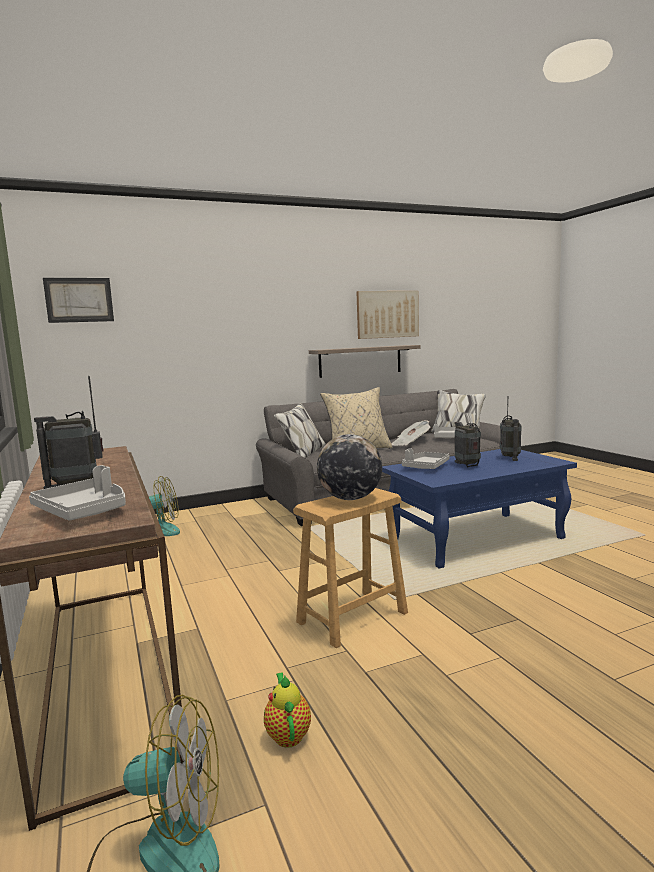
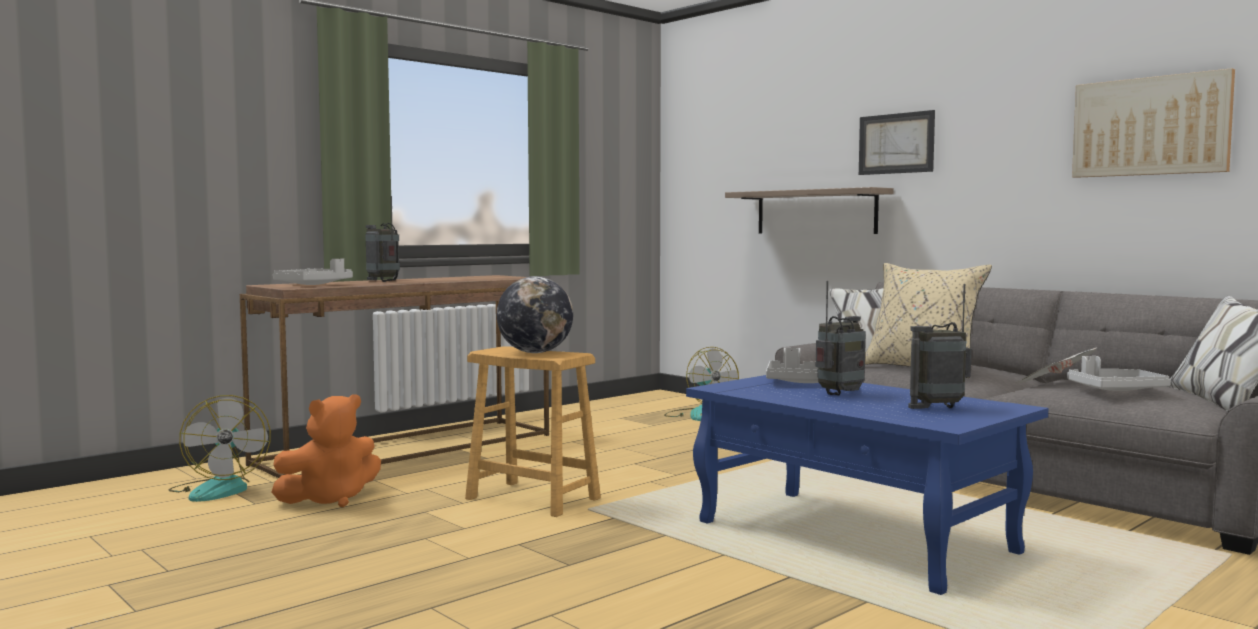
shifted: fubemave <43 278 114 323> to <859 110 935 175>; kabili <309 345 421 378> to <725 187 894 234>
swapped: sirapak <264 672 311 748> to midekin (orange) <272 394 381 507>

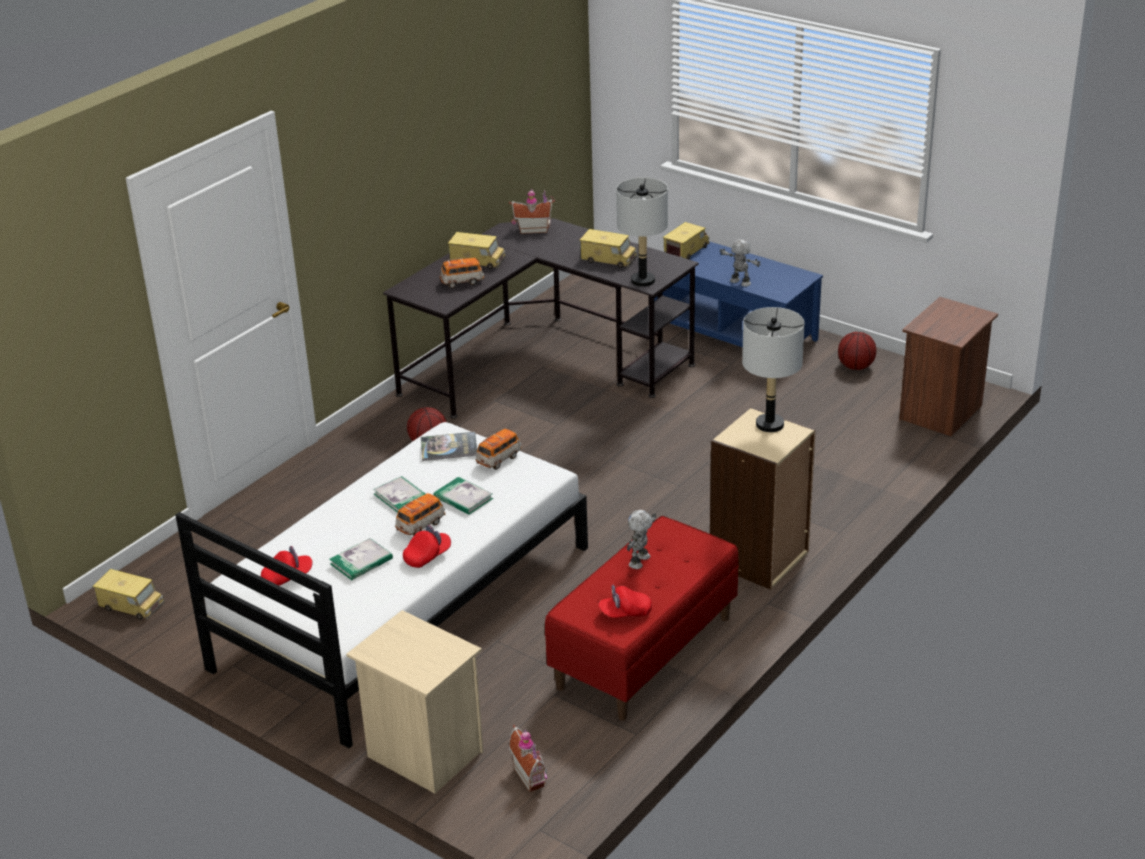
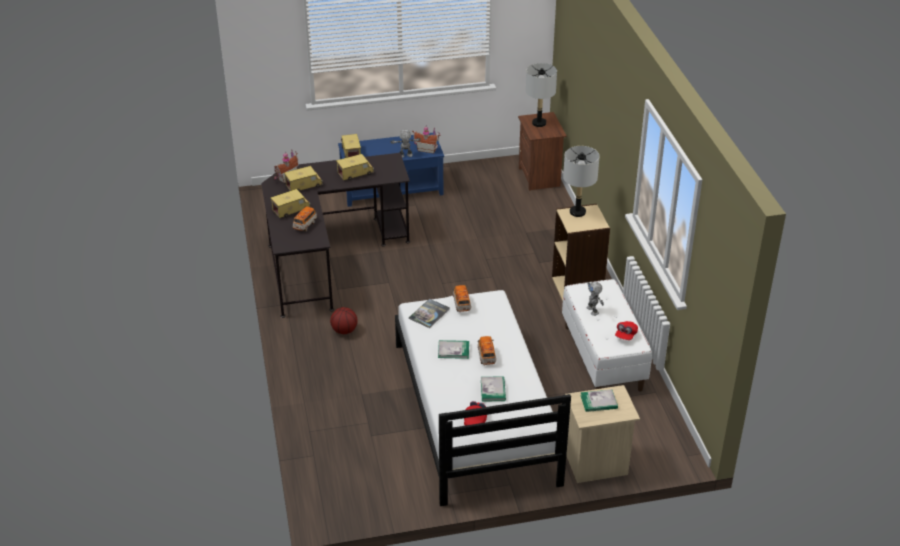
gone: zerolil <838 332 876 370>; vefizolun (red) <403 525 451 568>
shifted: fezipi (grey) <616 178 668 287> to <526 63 557 127>; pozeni <434 477 493 515> to <580 389 618 412>; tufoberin <92 569 165 620> to <284 166 323 192>; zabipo <509 725 547 792> to <412 126 440 153>
repainted: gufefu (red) <545 516 739 721> to gufefu (white) <562 279 652 392>

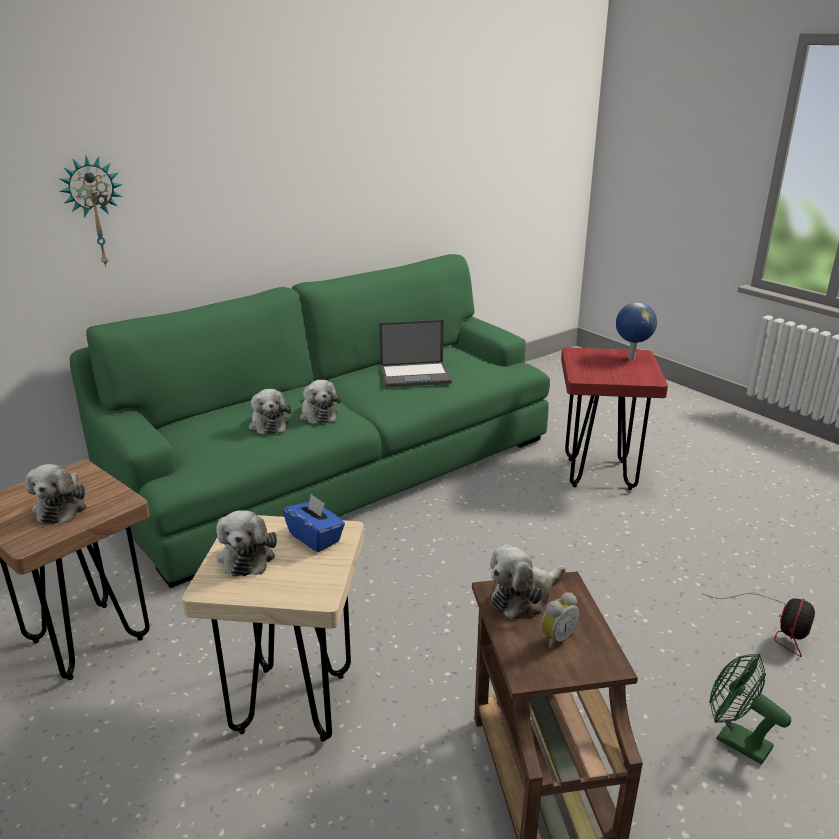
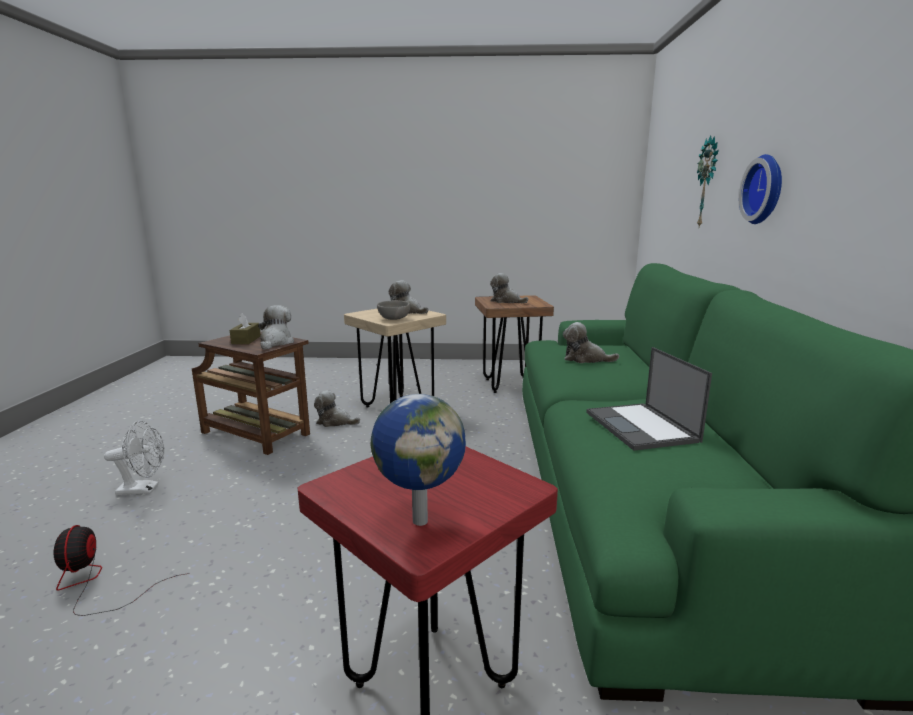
new: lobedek <739 154 782 224>
shifted: midekin <300 380 341 424> to <314 390 360 427>
swapped: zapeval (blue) <283 494 345 552> to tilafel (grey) <377 300 410 320>; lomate <541 592 580 649> to zapeval (brown) <230 313 261 344>
repainted: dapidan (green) <709 653 791 765> to dapidan (white) <104 421 164 495>
rotated: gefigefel <379 320 452 387> = <586 347 712 451> 45 degrees counterclockwise

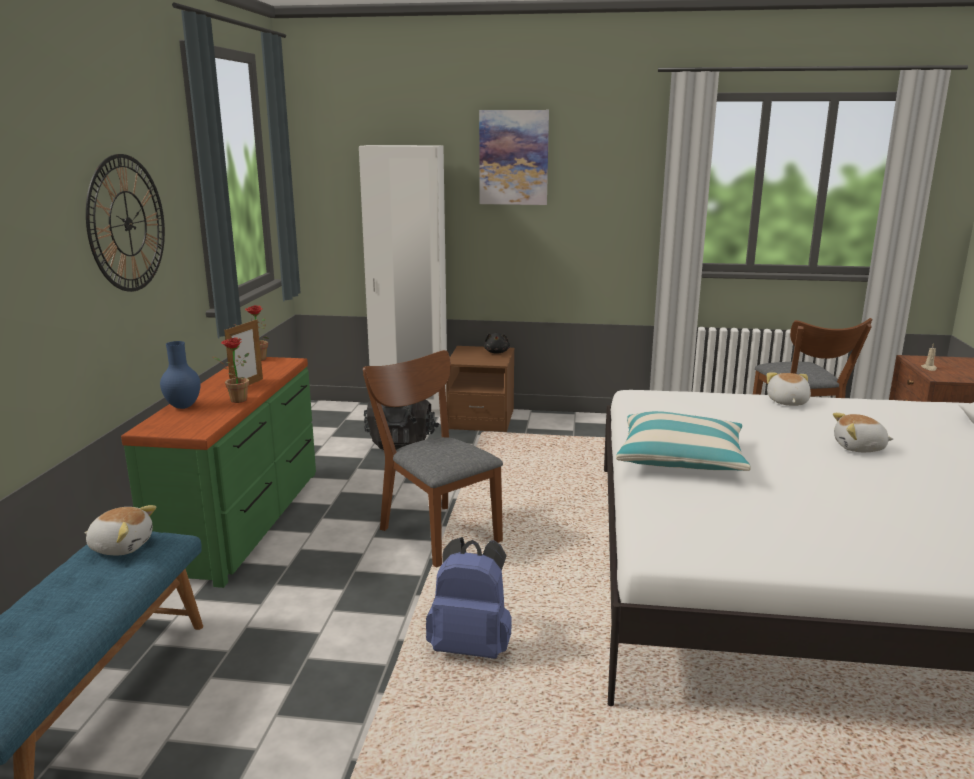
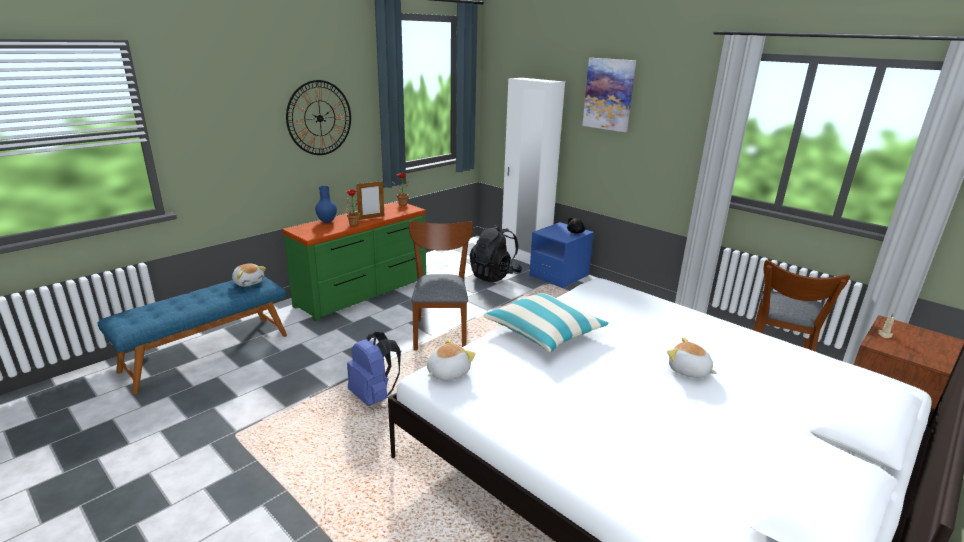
shifted: midekin <767 372 811 406> to <427 339 476 381>
repainted: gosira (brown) <446 346 515 432> to gosira (blue) <529 222 594 288>

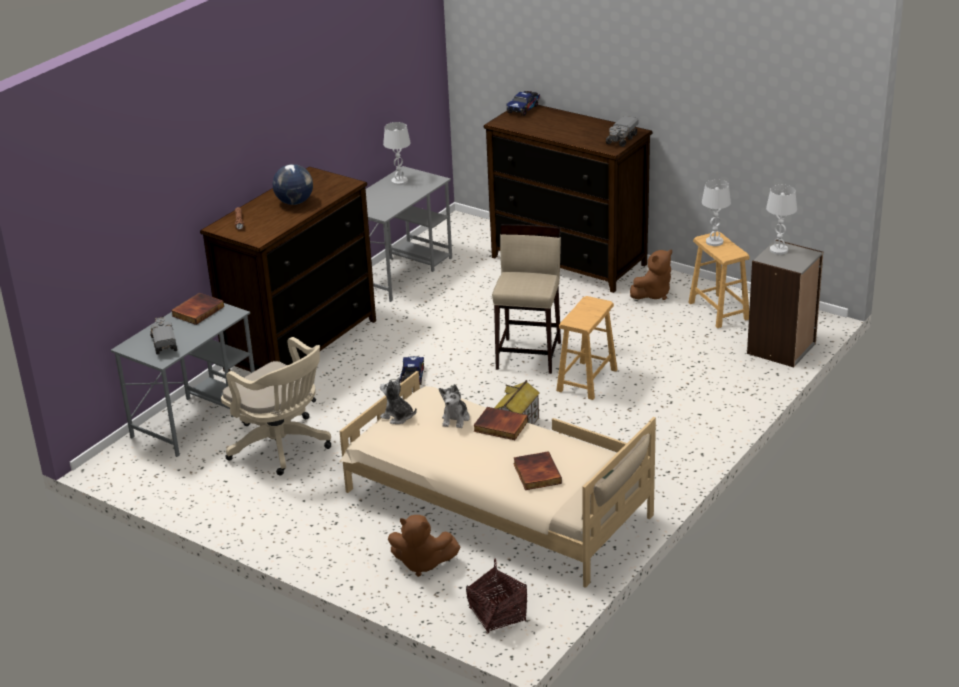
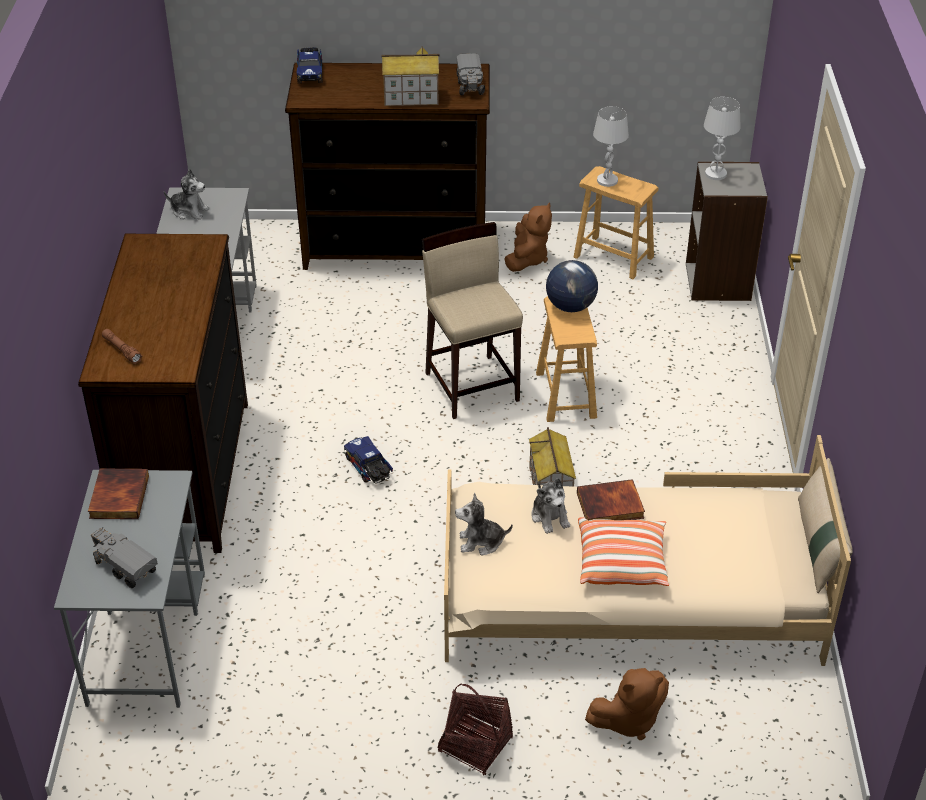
gone: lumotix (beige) <221 337 331 475>; pozeni <513 451 562 490>
new: zabipo <382 46 440 106>; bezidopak <578 517 669 586>
shifted: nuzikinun <273 164 313 205> to <546 260 598 312>; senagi <466 558 527 633> to <438 683 513 776>
swapped: fezipi (white) <383 122 411 185> to midekin <164 169 209 220>

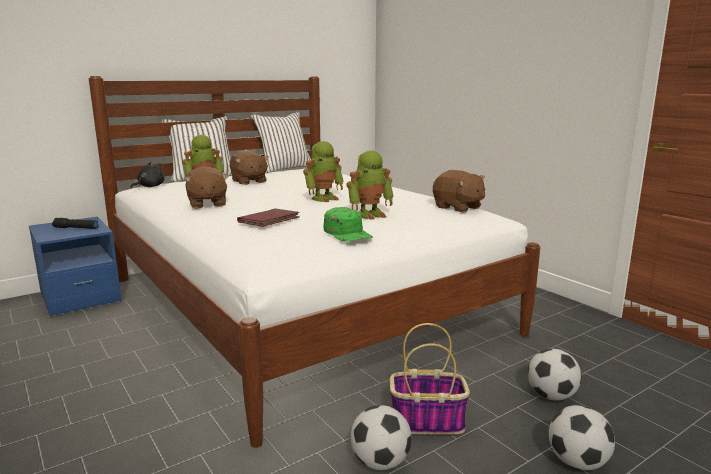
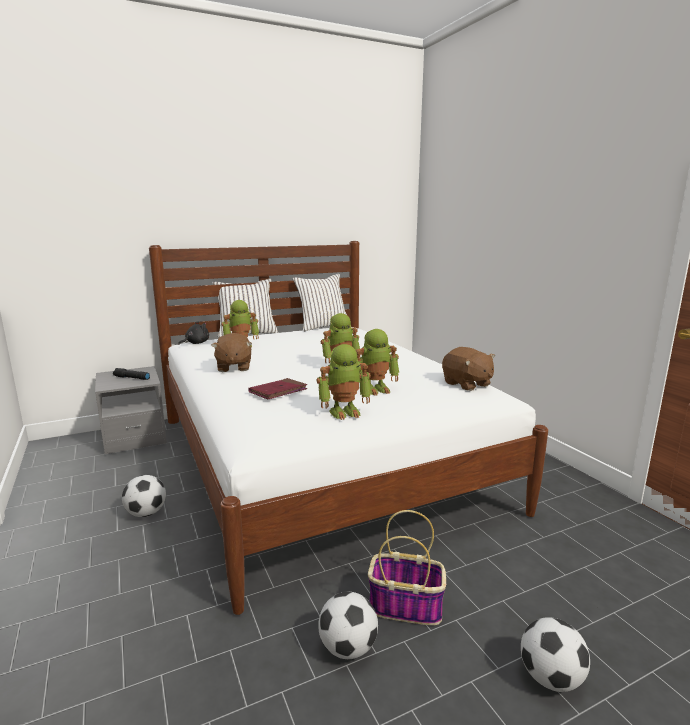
gone: midekin (brown) <230 151 269 185>
shifted: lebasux <528 349 581 401> to <122 475 166 517>
swapped: vefizolun (green) <324 207 373 242> to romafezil <317 344 372 420>
repainted: gosira (blue) <29 217 122 316> to gosira (grey) <95 366 167 454>

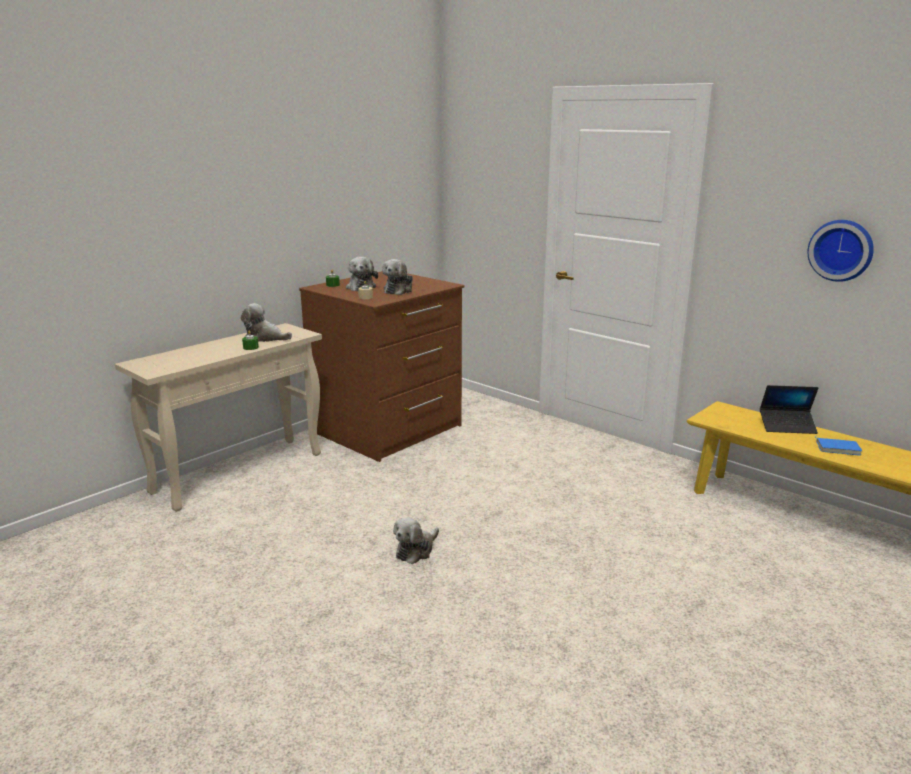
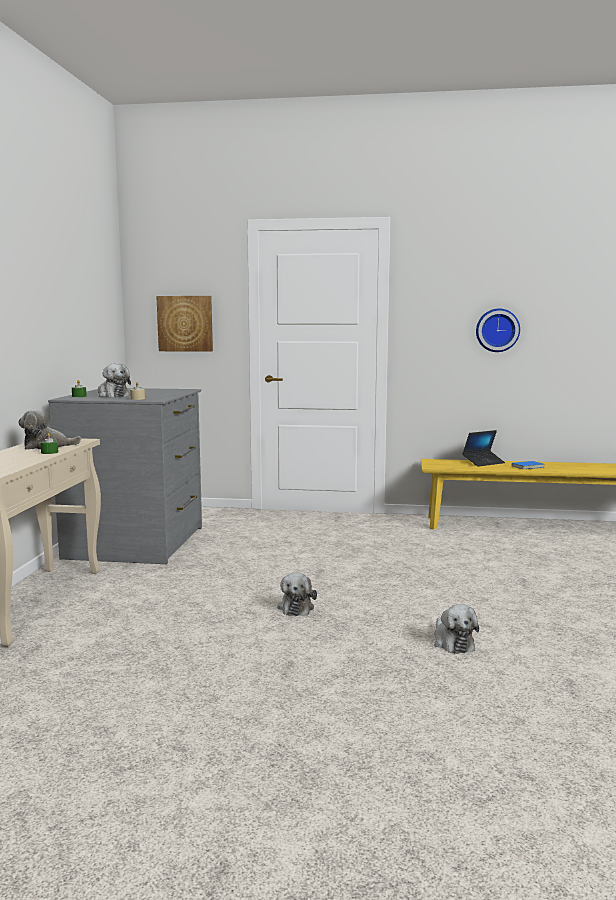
new: fubemave <156 296 213 352>
shifted: midekin <382 259 413 295> to <434 604 479 654>
repainted: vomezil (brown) <299 271 465 462> to vomezil (grey) <48 388 202 564>

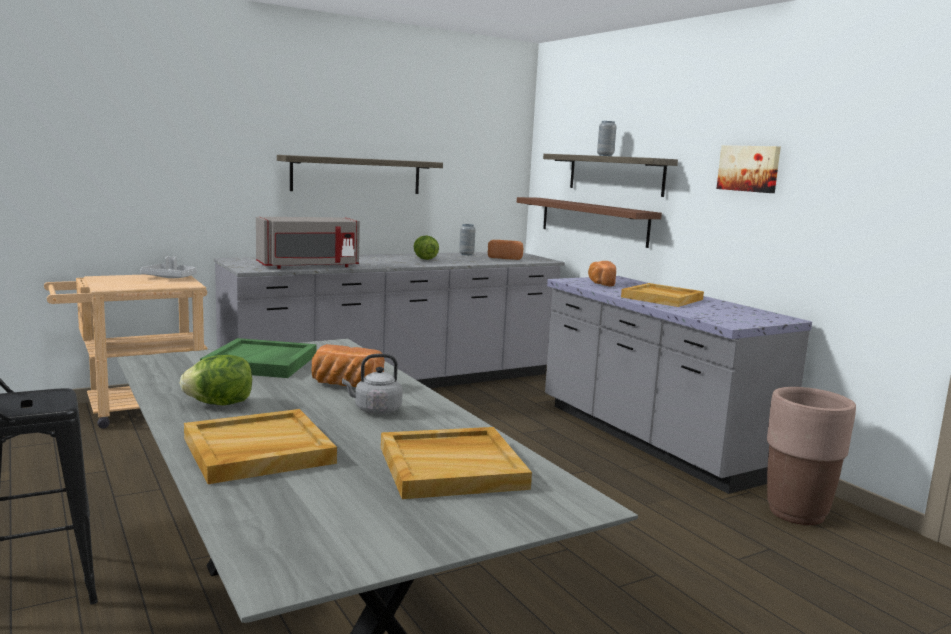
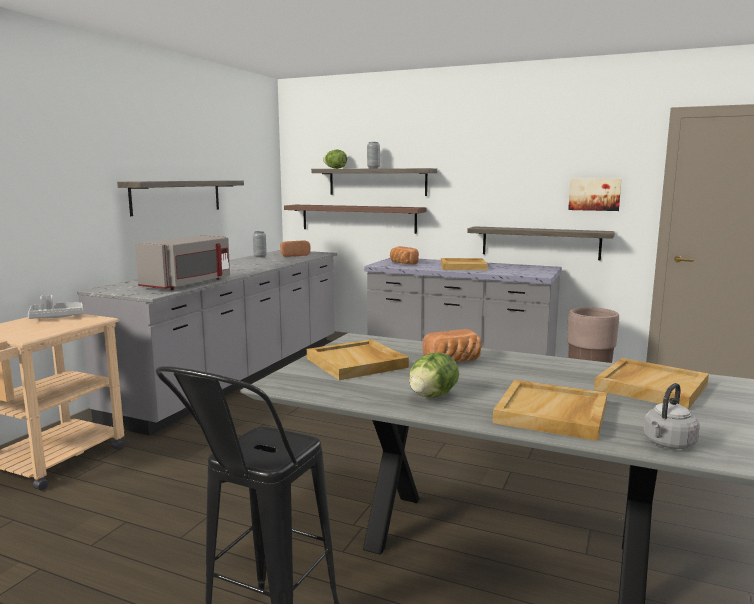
new: kabili <467 226 615 260>
shifted: fubemave <716 145 781 193> to <568 179 622 211>; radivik <413 235 439 260> to <323 150 347 169>; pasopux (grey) <342 354 403 414> to <644 383 700 449>
repainted: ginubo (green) <200 338 316 378> to ginubo (beige) <307 339 409 380>

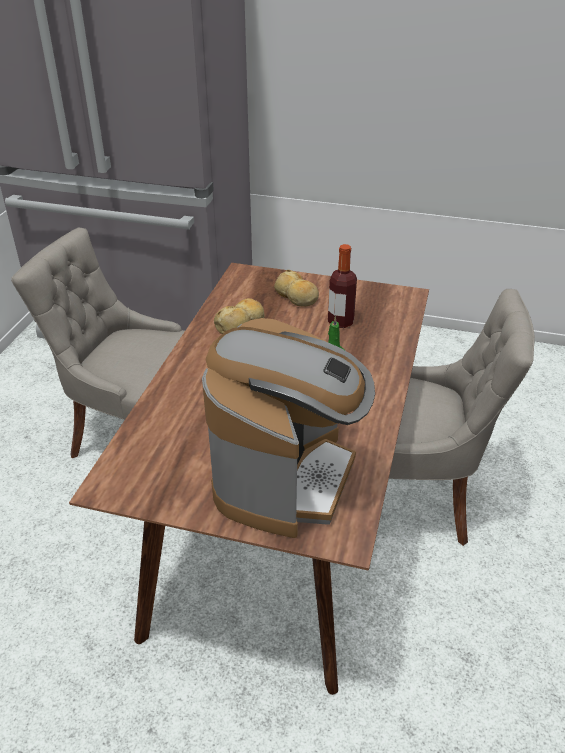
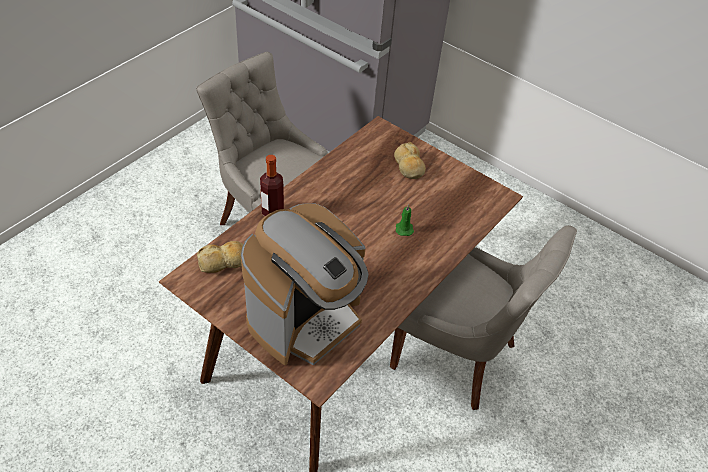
shifted: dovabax <328 244 357 328> to <260 155 284 216>; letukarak <214 298 265 334> to <197 241 243 273>

